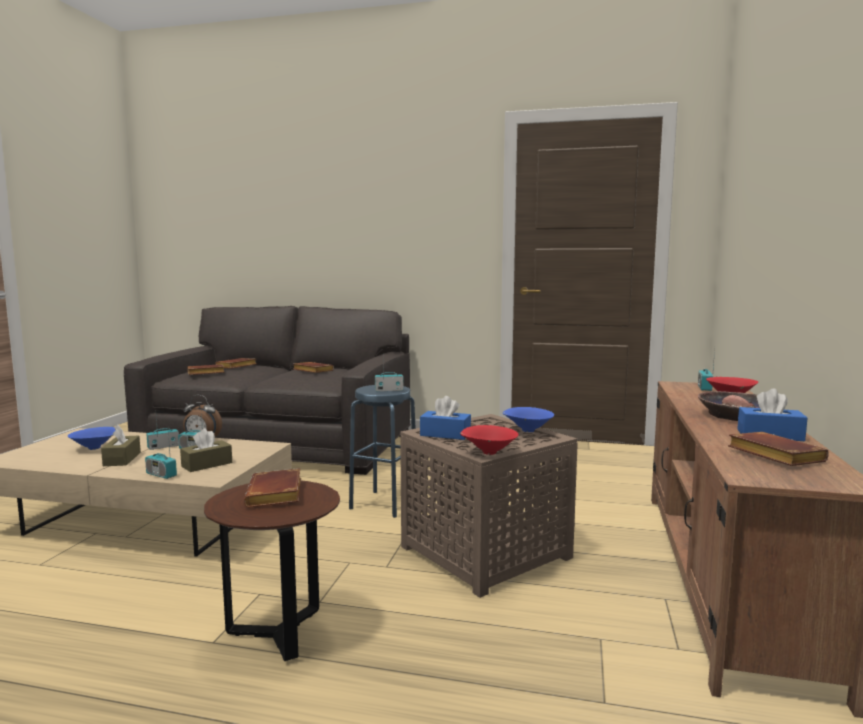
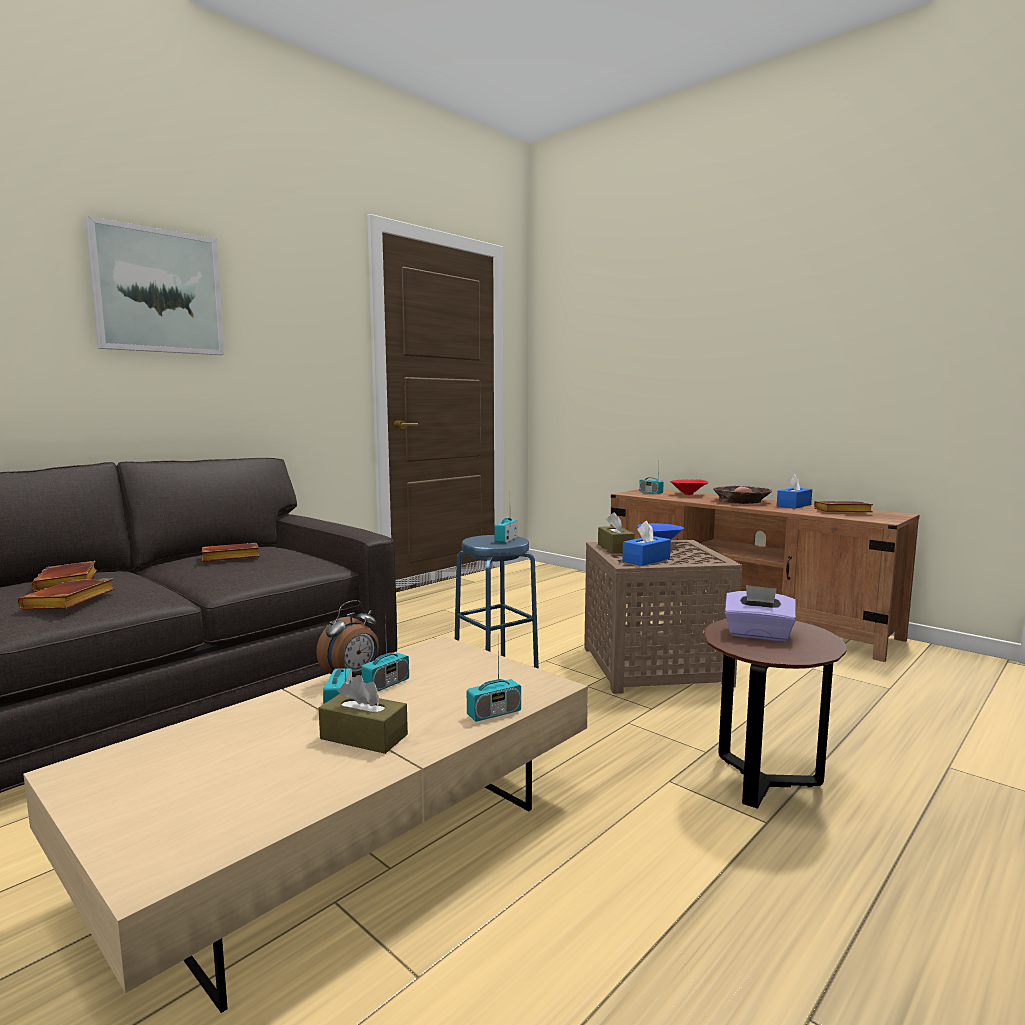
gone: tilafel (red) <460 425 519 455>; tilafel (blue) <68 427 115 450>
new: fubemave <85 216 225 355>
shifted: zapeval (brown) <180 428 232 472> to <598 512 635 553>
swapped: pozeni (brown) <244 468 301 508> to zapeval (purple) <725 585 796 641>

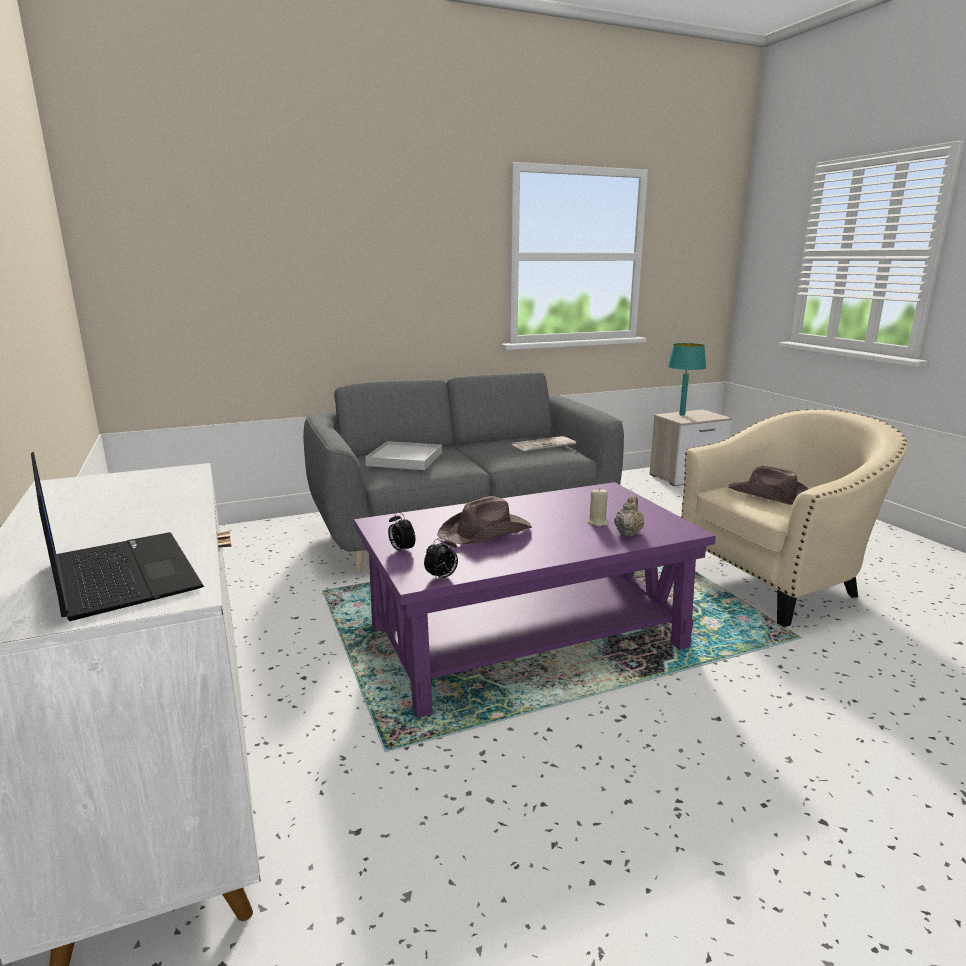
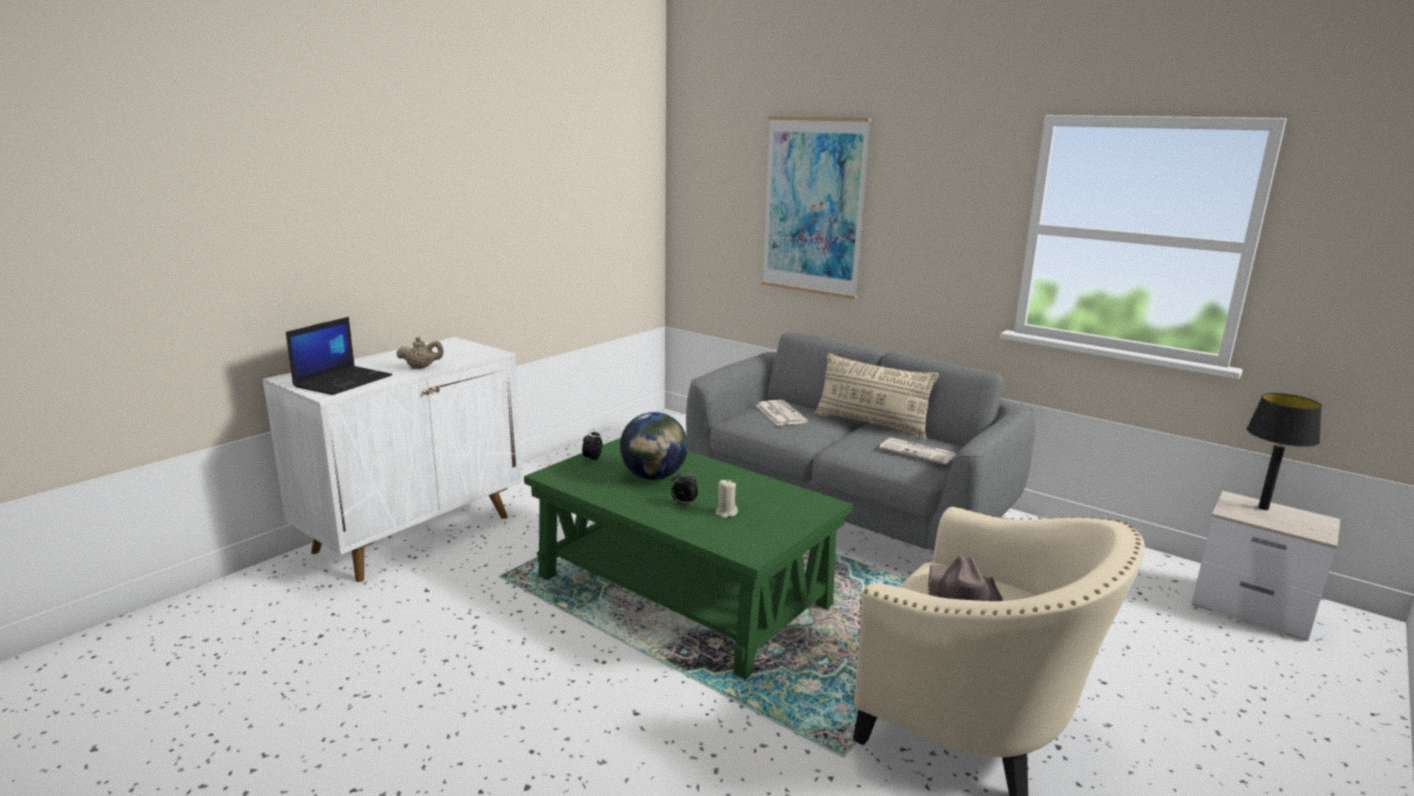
new: fubemave <762 116 871 299>; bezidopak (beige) <814 353 939 440>
shifted: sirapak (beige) <614 495 644 537> to <396 337 444 369>; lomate <424 536 458 581> to <671 471 699 505>
swapped: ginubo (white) <365 441 442 470> to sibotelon <756 400 808 426>; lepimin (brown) <437 496 532 544> to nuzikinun <620 412 688 480>
repainted: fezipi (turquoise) <668 343 706 416> to fezipi (black) <1247 393 1322 510>; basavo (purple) <354 482 716 718> to basavo (green) <524 438 853 679>

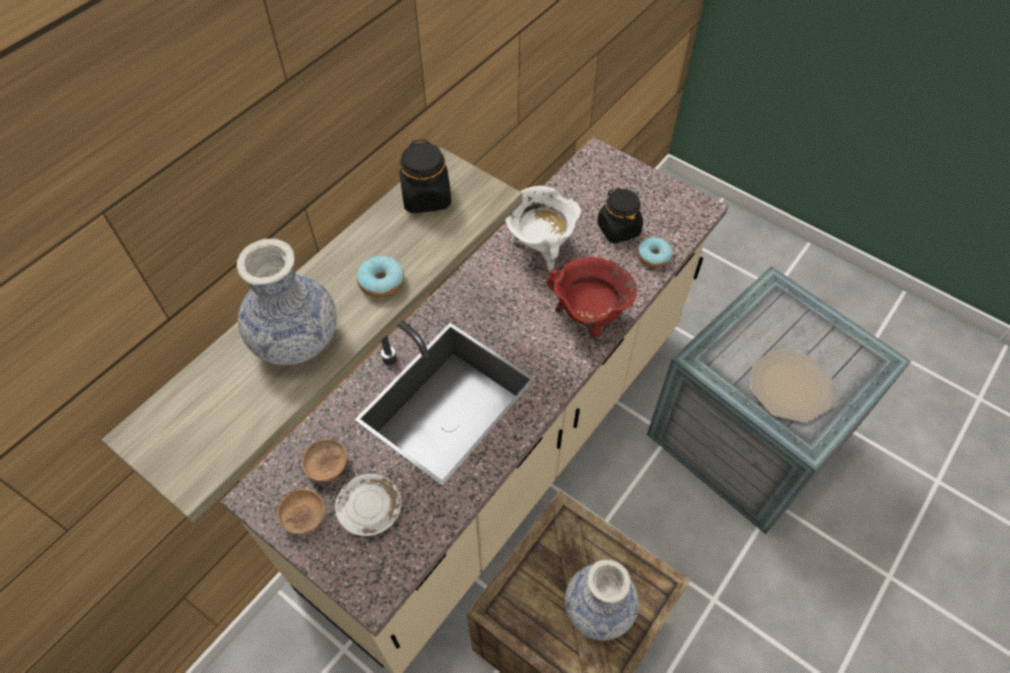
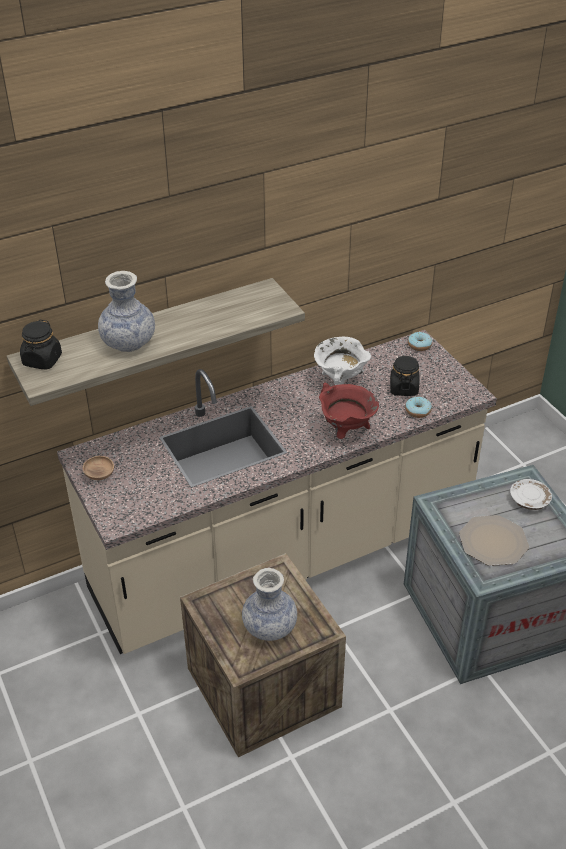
gone: tilafel (brown) <302 439 347 482>
shifted: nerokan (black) <399 139 451 213> to <20 320 62 370>; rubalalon <357 256 404 298> to <408 332 432 351>; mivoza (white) <335 474 401 536> to <510 479 552 510>

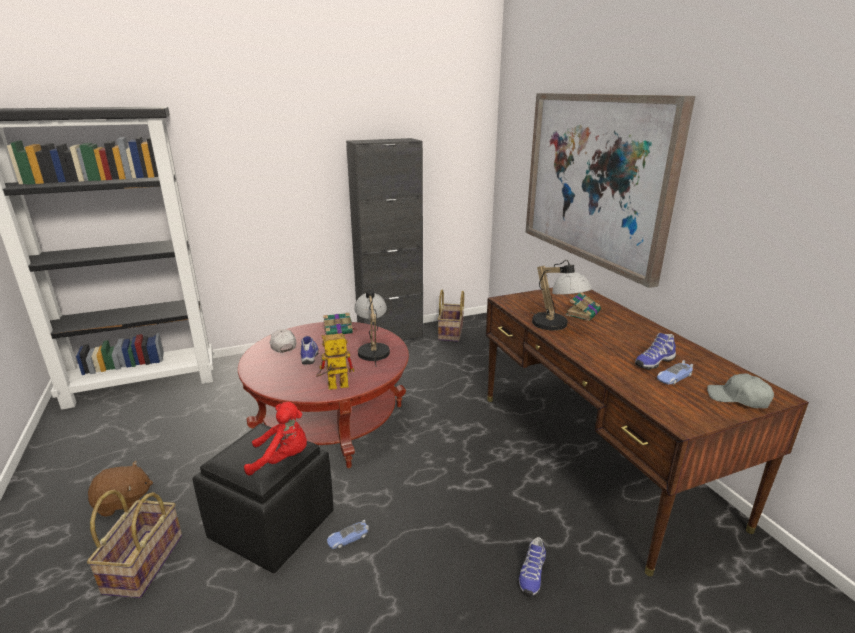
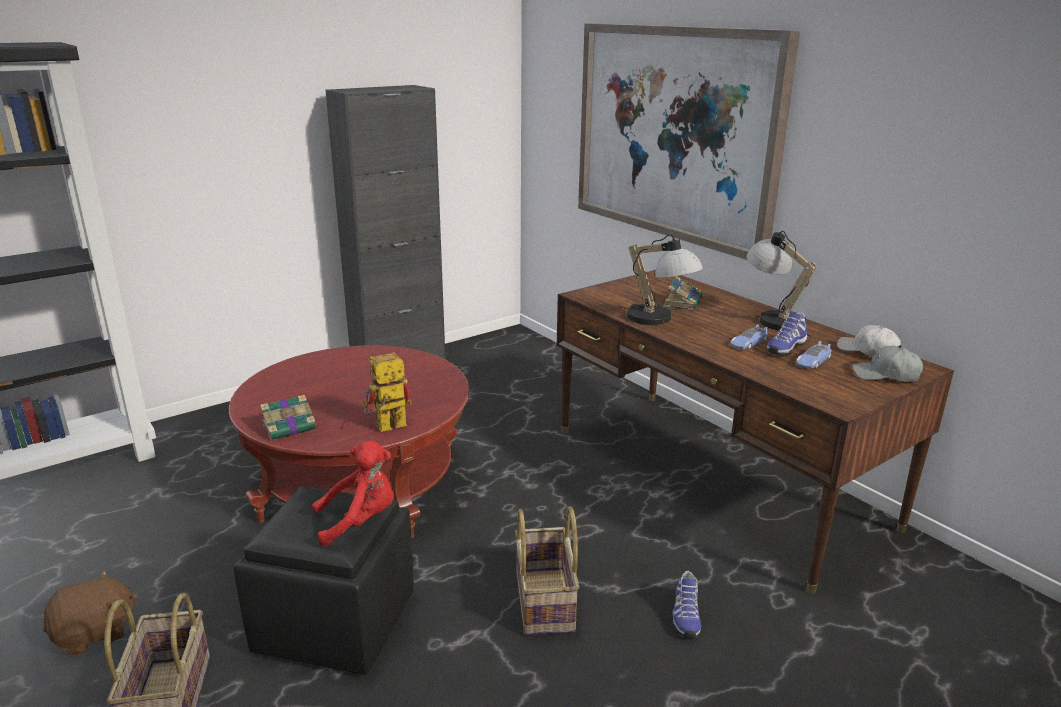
gone: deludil <301 336 319 365>
shifted: fezipi <354 289 390 367> to <746 231 817 337>; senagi <438 290 464 342> to <515 506 579 636>; pozeni <323 313 357 335> to <260 395 323 440>; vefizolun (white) <269 329 297 353> to <837 325 902 357>; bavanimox <327 520 369 549> to <731 324 768 349>

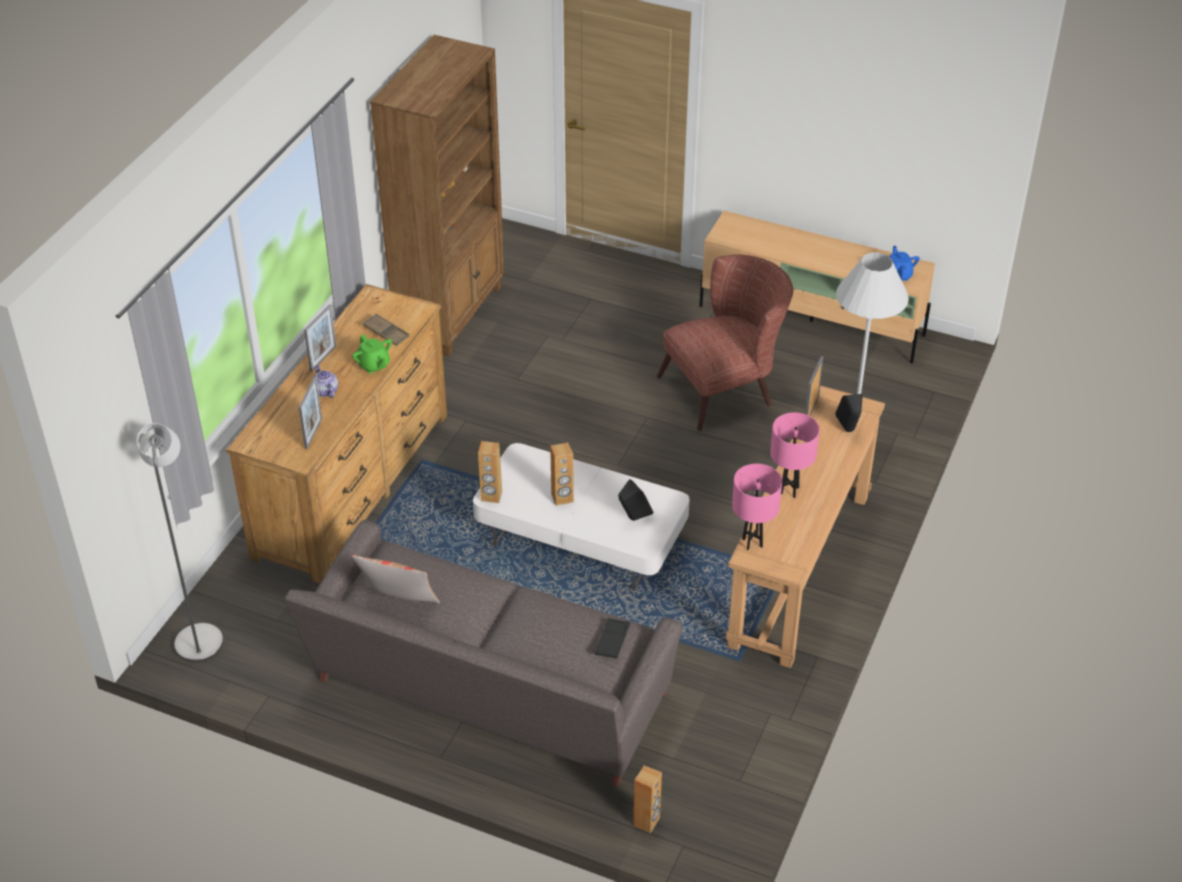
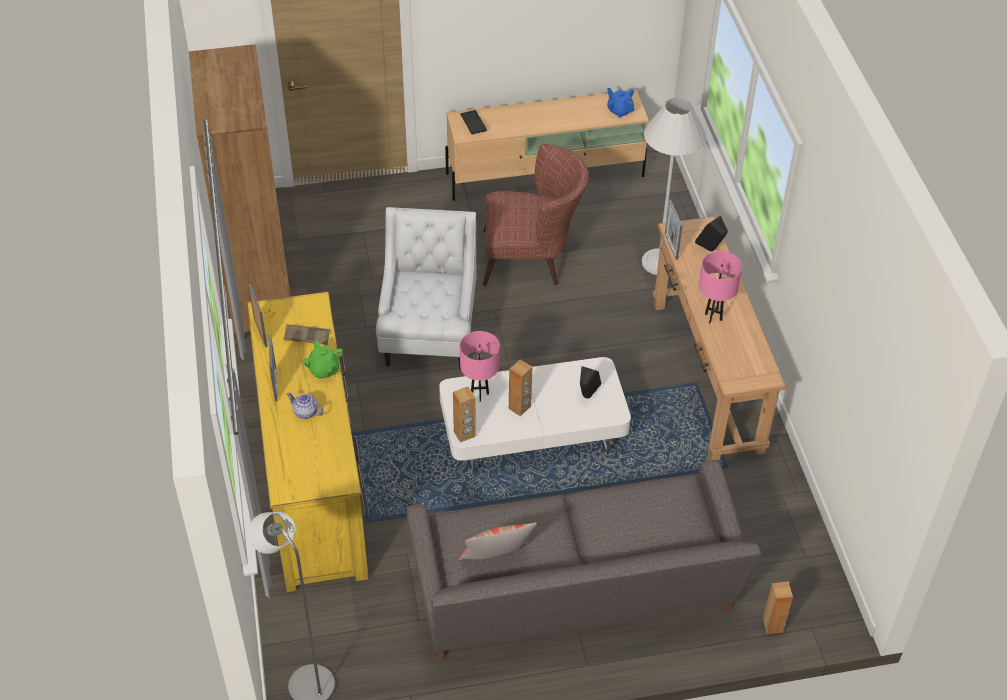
new: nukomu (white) <376 207 476 370>
shifted: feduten <299 377 322 449> to <248 284 267 347>; fezipi (pink) <732 464 782 550> to <460 331 500 401>; ginubo (black) <595 618 630 659> to <461 110 487 134>
repainted: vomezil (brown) <226 284 447 584> to vomezil (yellow) <247 292 369 592>
rotated: nukomu (brown) <657 254 793 431> = <483 144 589 286> 60 degrees clockwise; sirapak (green) <352 335 392 374> = <302 340 343 379> 45 degrees clockwise

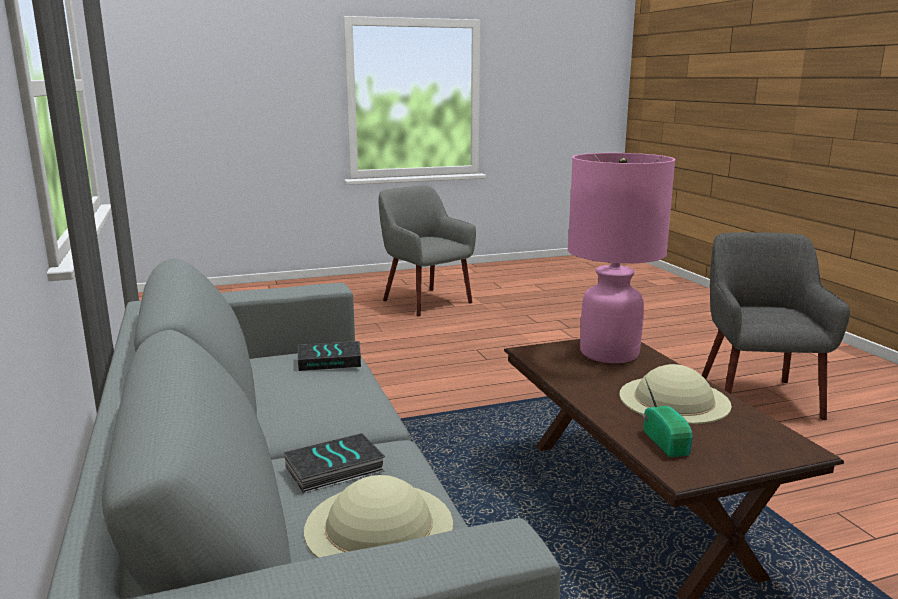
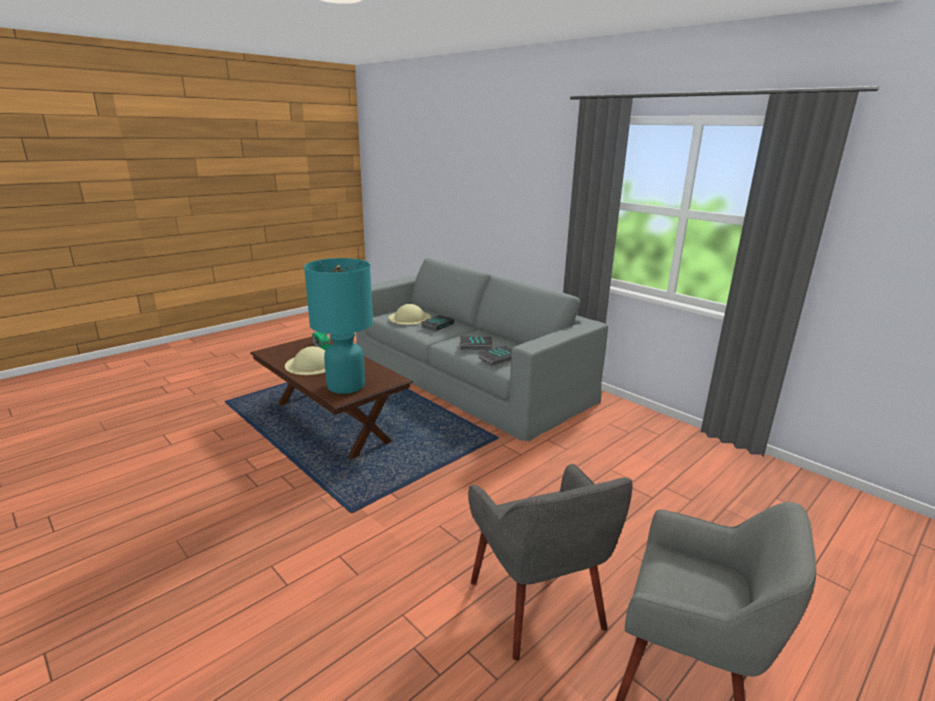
new: pozeni <460 336 493 350>
shifted: nukomu (grey) <702 232 850 420> to <468 464 633 661>
repainted: fezipi (pink) <568 153 675 363> to fezipi (turquoise) <304 258 373 394>

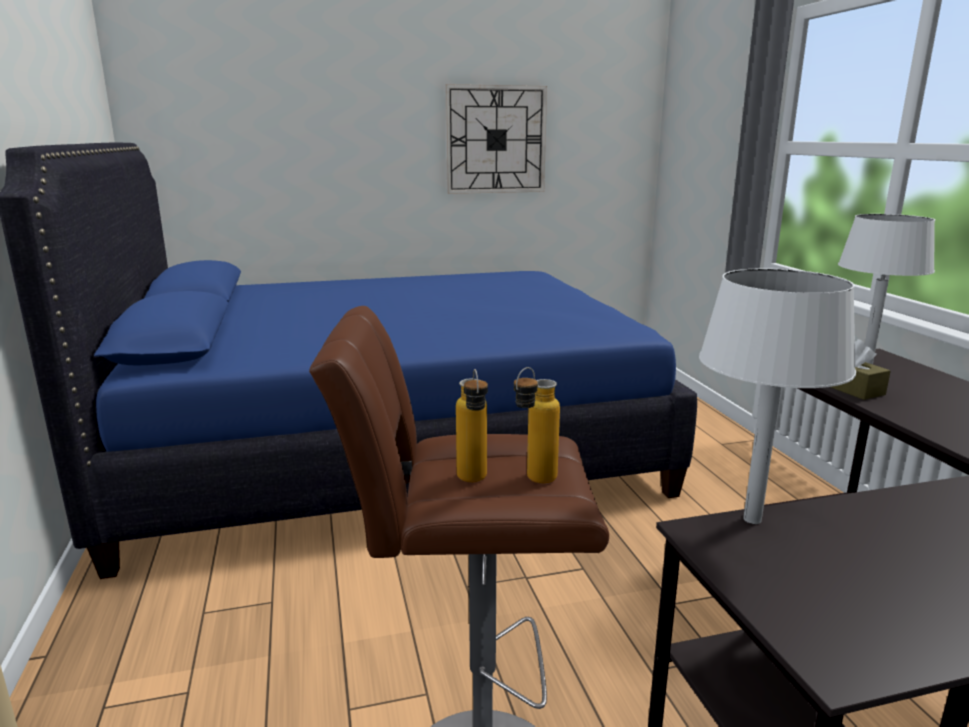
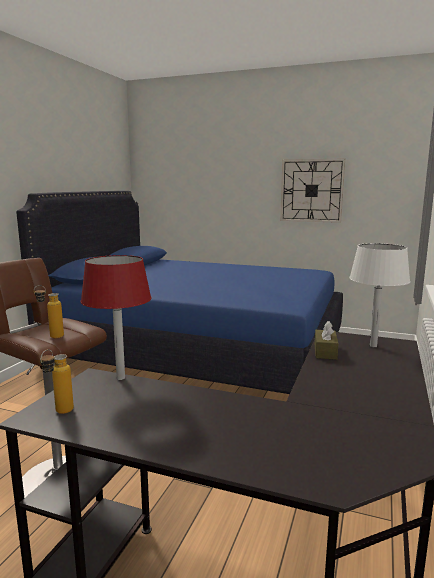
shifted: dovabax <456 369 488 482> to <40 349 74 414>
repainted: fezipi (white) <699 268 856 524> to fezipi (red) <81 255 152 380>

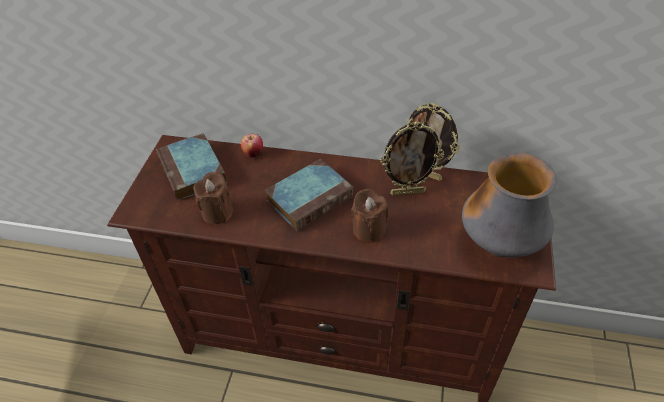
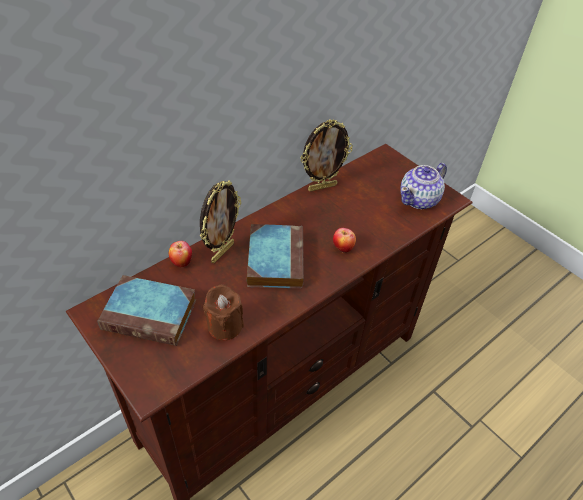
shifted: feduten <380 122 444 196> to <200 180 241 263>
swapped: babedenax <462 152 557 257> to sirapak <400 163 447 209>; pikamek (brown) <351 188 388 243> to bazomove <333 228 356 253>

